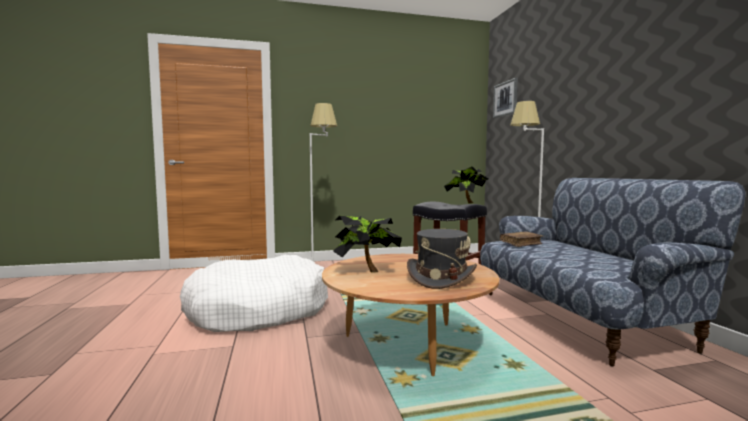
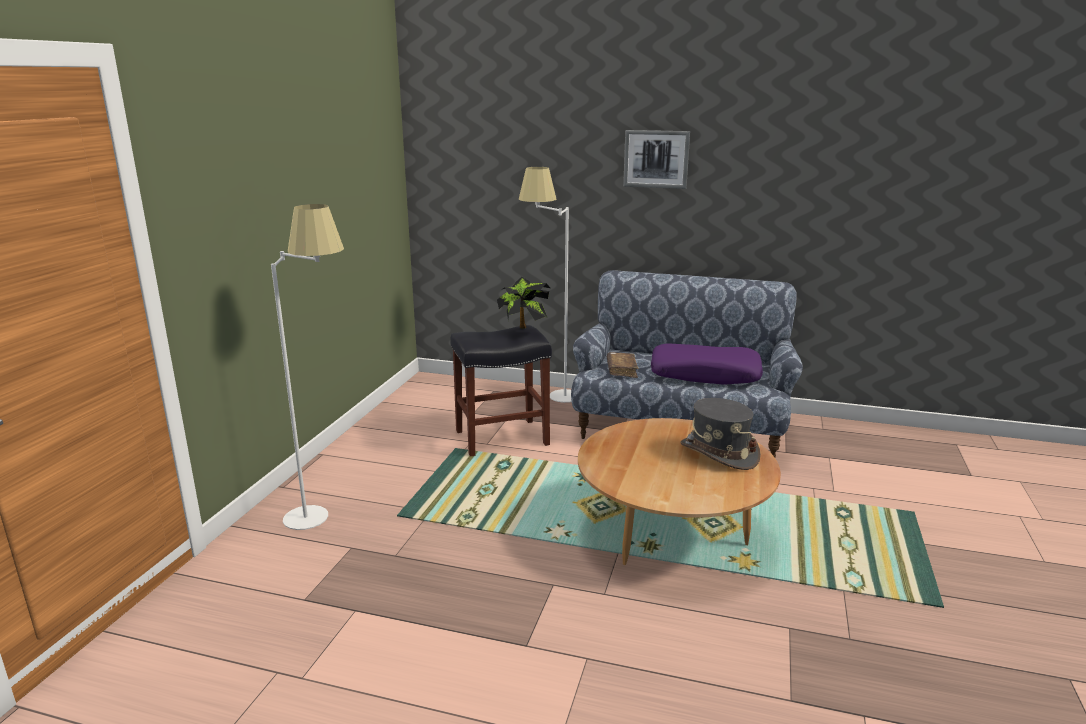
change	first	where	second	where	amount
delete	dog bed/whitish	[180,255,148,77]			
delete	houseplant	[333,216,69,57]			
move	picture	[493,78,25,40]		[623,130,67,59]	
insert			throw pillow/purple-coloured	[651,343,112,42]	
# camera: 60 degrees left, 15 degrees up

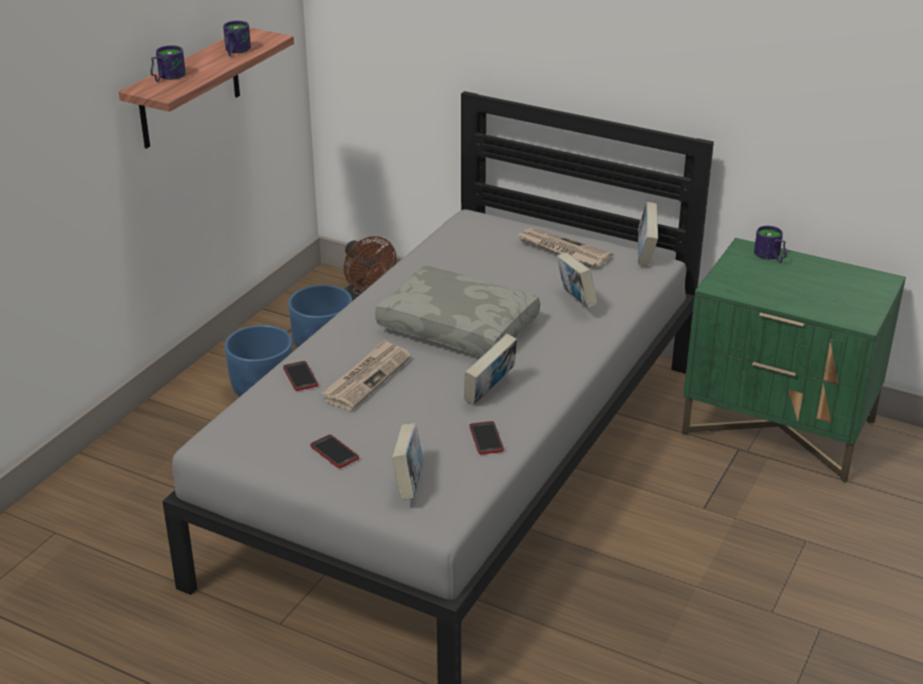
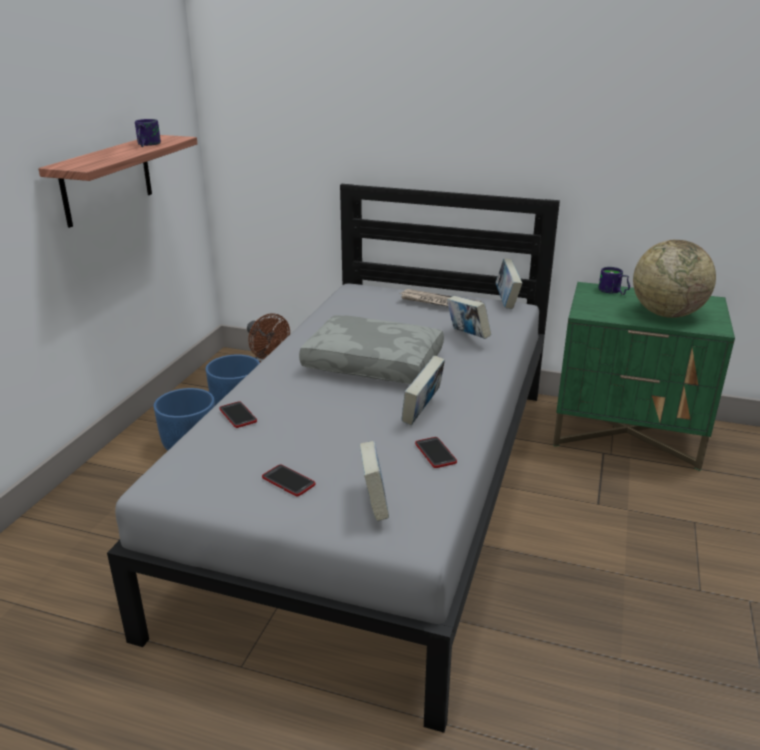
change	first	where	second	where	amount
delete	coffee mug	[150,45,36,37]			
delete	newspaper	[322,339,89,71]			
insert			desk globe	[633,240,83,78]	
# camera: 10 degrees left, 5 degrees down

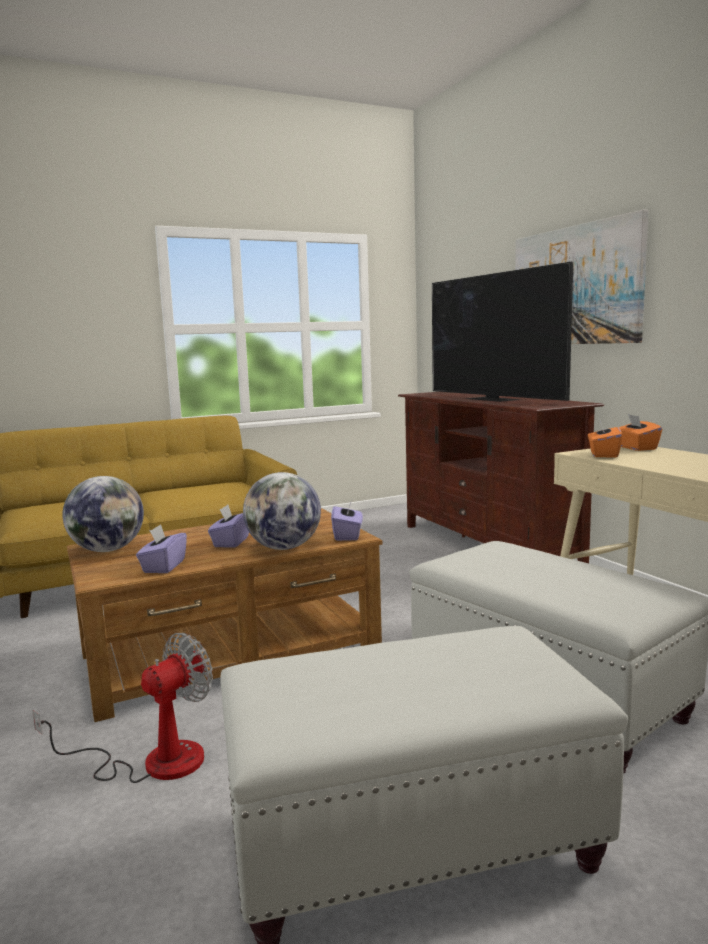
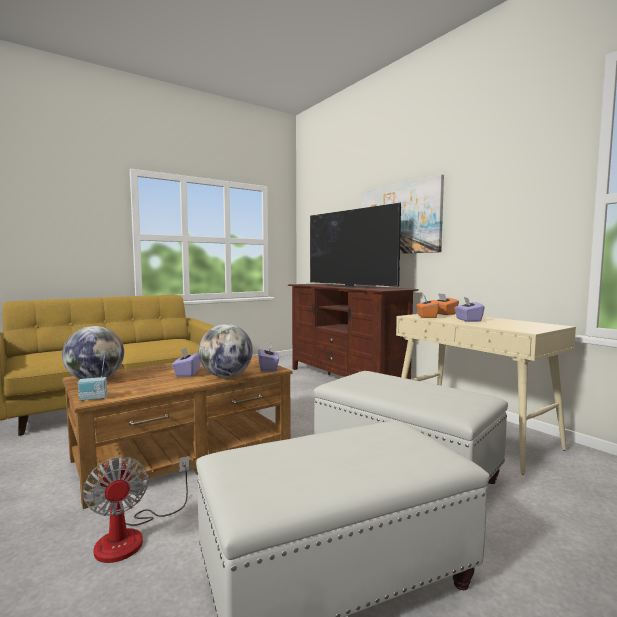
change	first	where	second	where	amount
rotate	cooling fan	[32,633,181,150]		[82,456,107,107]	120 degrees clockwise
move	tissue holder/purple-coloured	[136,524,51,49]		[454,297,31,25]	
insert			radio set	[78,356,29,45]	
# camera: 10 degrees left, 5 degrees down

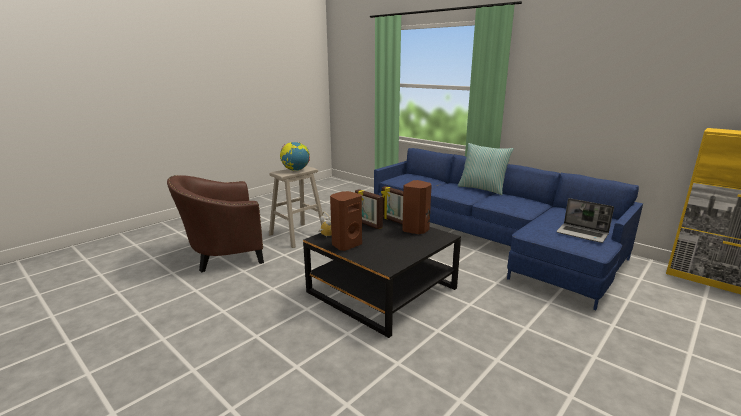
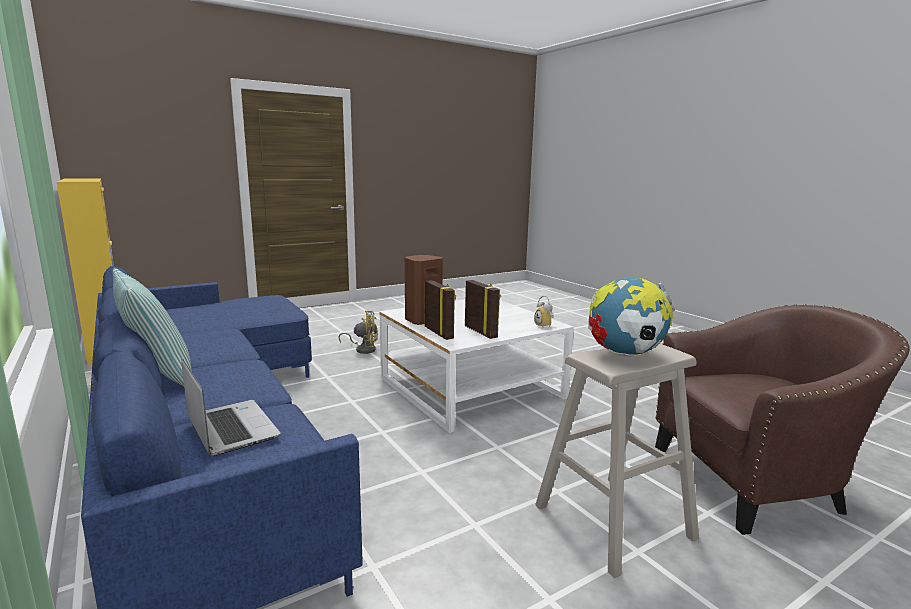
change	first	where	second	where	amount
recolor	coffee table/black-coloured	[303,218,158,120]	coffee table/whitish	[379,299,195,134]	
delete	speaker/brownish	[330,191,32,60]			
move	portable computer	[556,198,58,45]		[181,358,100,98]	
insert			cooling fan/yellow	[339,311,39,43]	
# camera: 165 degrees left, 5 degrees down

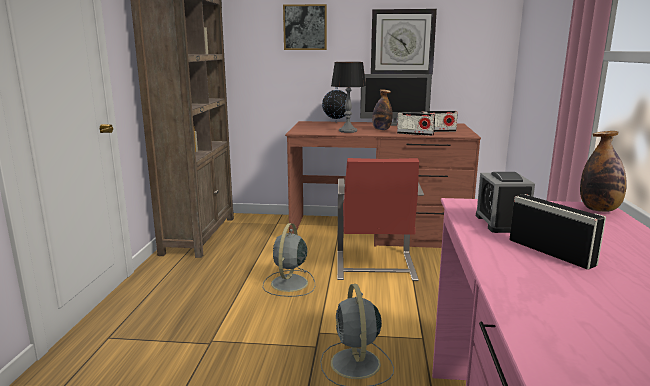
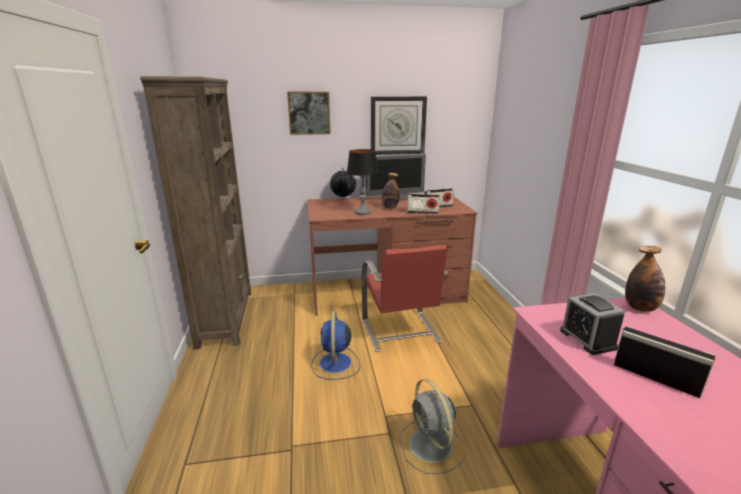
change	first	where	second	where	amount
recolor	cooling fan/grey	[263,223,52,74]	cooling fan/bluish	[311,310,49,70]	
# camera: 15 degrees left, 5 degrees up

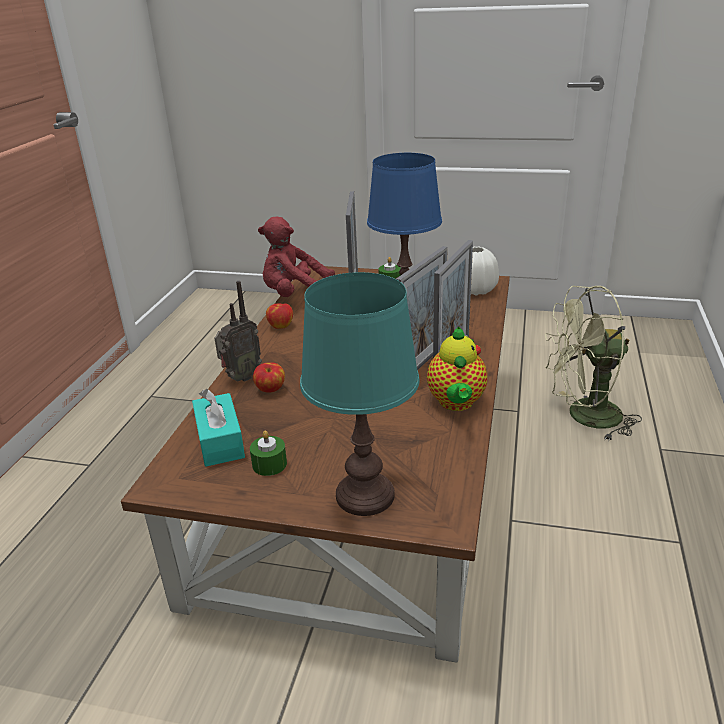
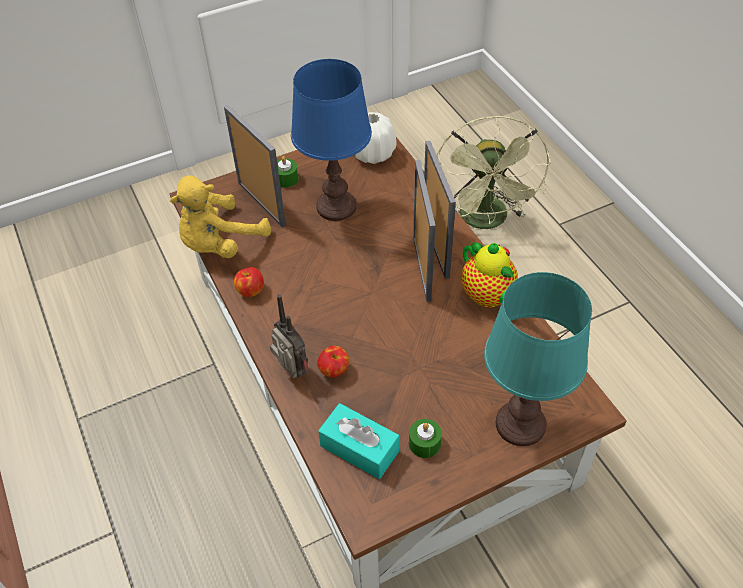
change	first	where	second	where	amount
rotate	radio set	[214,281,48,101]		[270,294,38,85]	45 degrees counterclockwise
recolor	soft toy/red	[258,216,77,81]	soft toy/yellow	[170,175,101,83]	
rotate	cooling fan/green-coloured	[544,286,98,156]		[437,115,114,114]	45 degrees counterclockwise
# camera: 40 degrees left, 20 degrees up

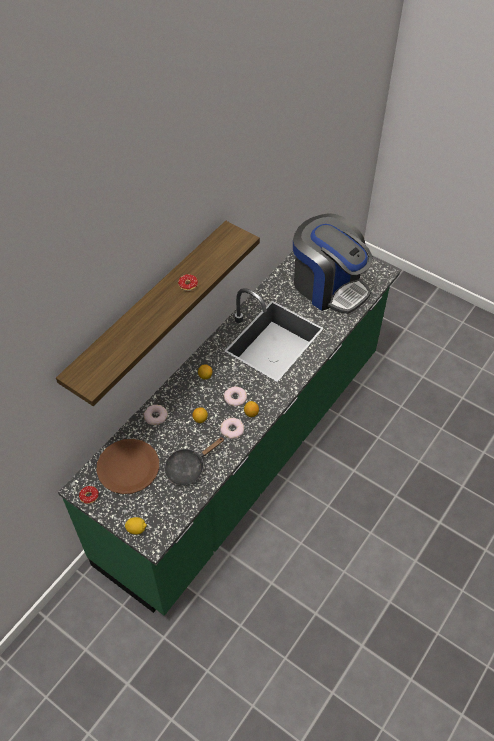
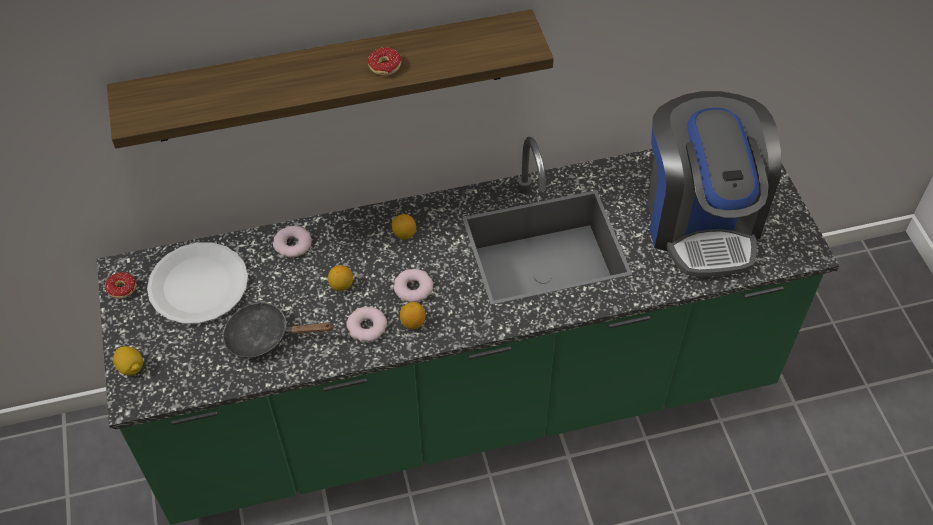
change	first	where	second	where	amount
recolor	dinner plate/brownish	[96,439,63,55]	dinner plate/whitish	[147,242,101,82]	
# camera: 40 degrees right, 0 degrees up

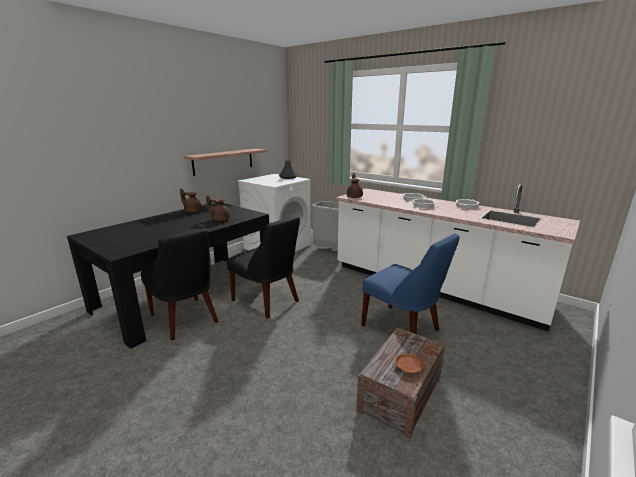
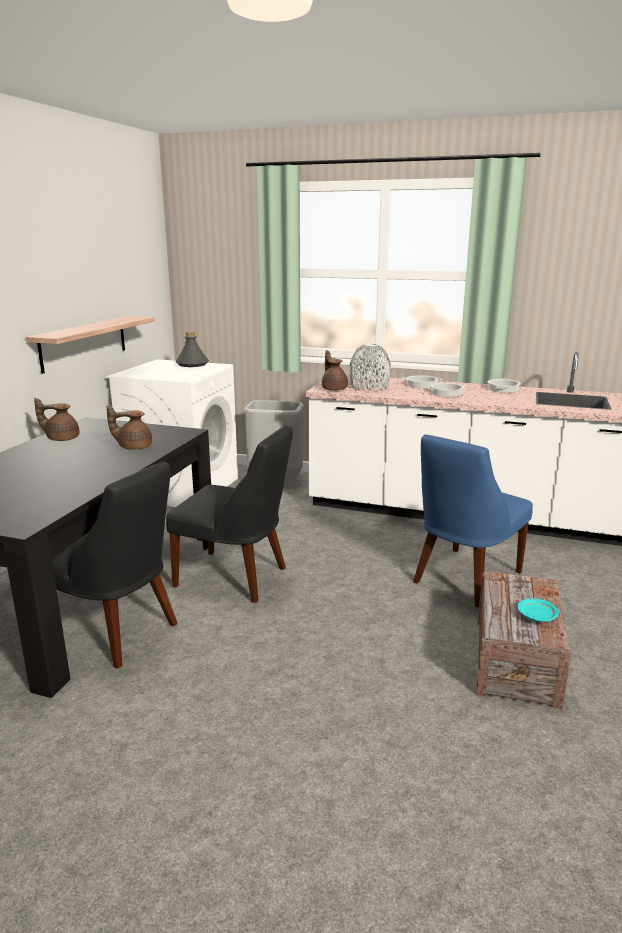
change	first	where	second	where	amount
rotate	plain chair/bluish	[361,233,98,101]		[413,435,120,173]	105 degrees clockwise
recolor	dinner plate/brownish	[395,353,29,20]	dinner plate/turquoise-coloured	[518,598,41,24]	
insert			vase/grey	[350,343,41,48]	
# camera: 20 degrees left, 0 degrees up

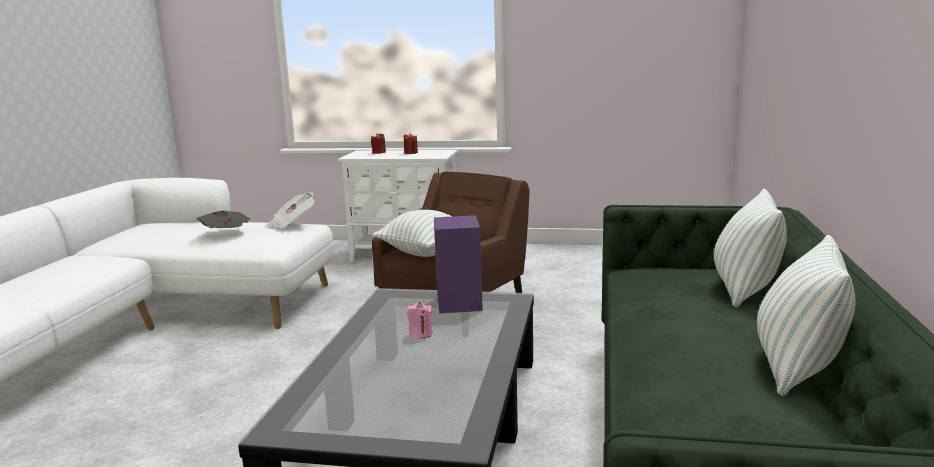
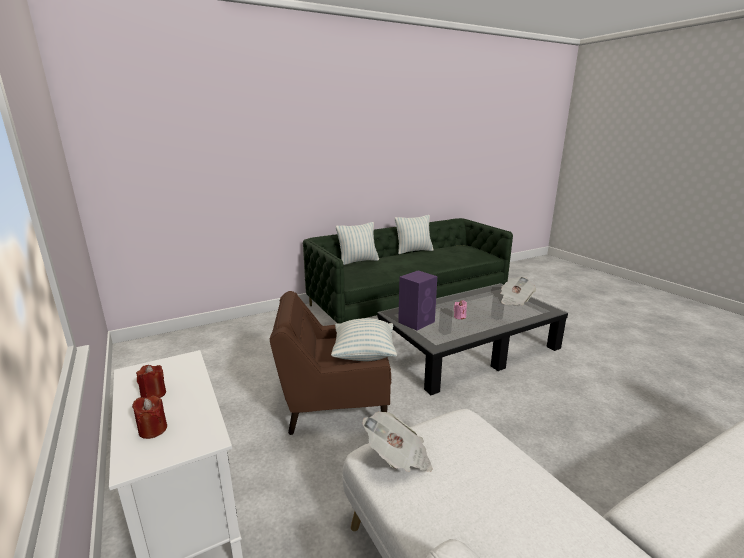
change	first	where	second	where	amount
move	newspaper	[196,211,54,17]		[500,277,36,28]	
# camera: 130 degrees left, 5 degrees up

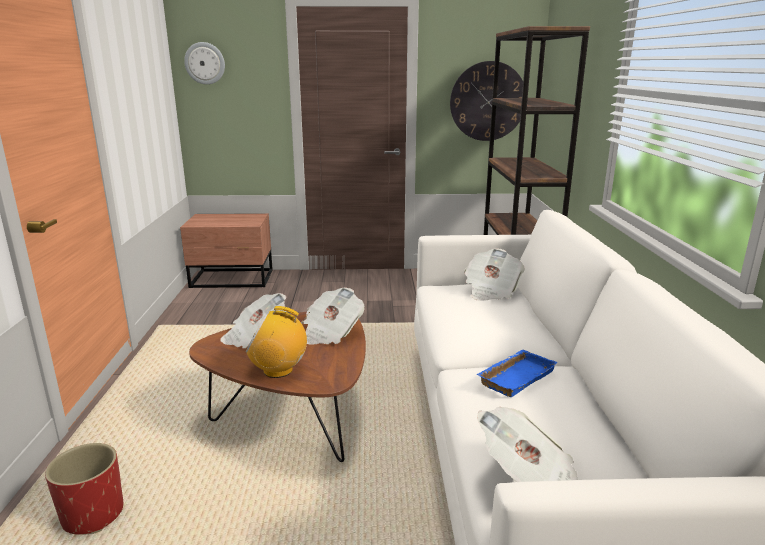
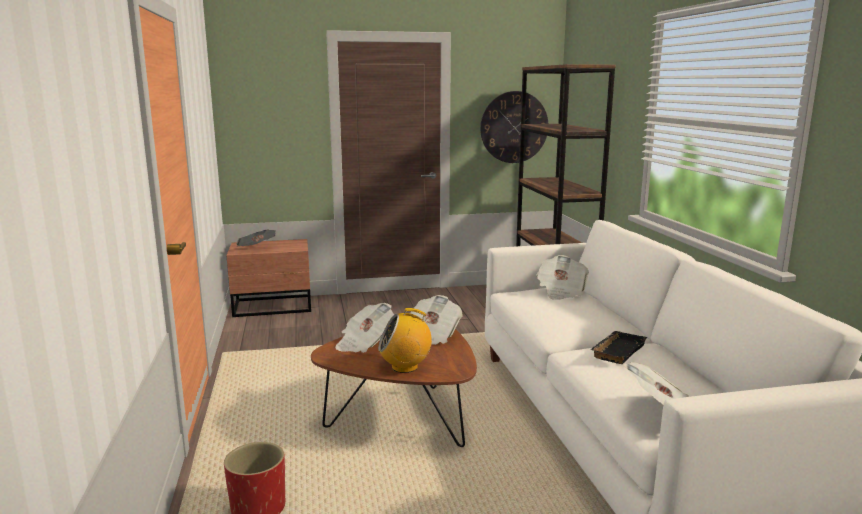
change	first	where	second	where	amount
delete	wall clock	[184,42,41,43]			
recolor	carrying tray/bluish	[476,350,82,47]	carrying tray/black-coloured	[590,331,57,33]	
insert			newspaper	[236,230,40,16]	
# camera: 10 degrees left, 5 degrees down

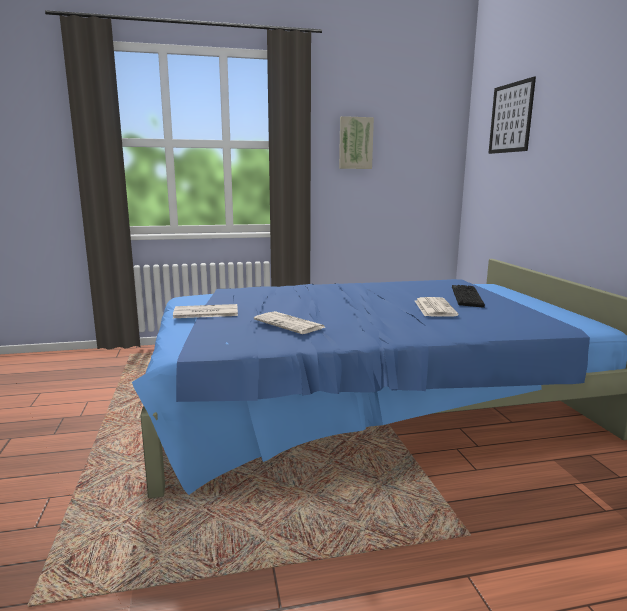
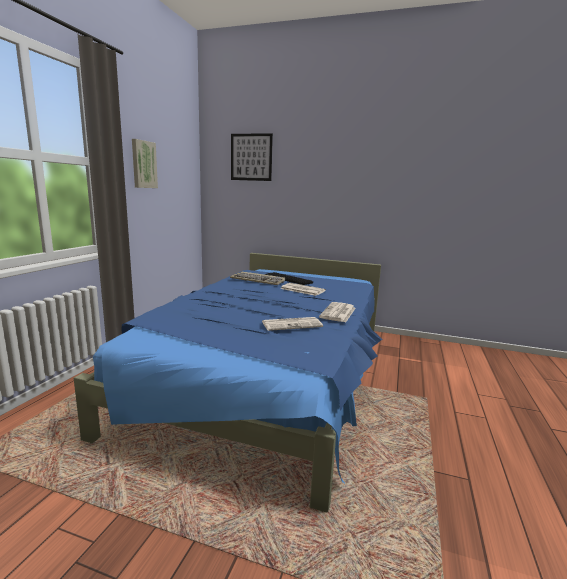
change	first	where	second	where	amount
move	newspaper	[173,304,65,14]		[319,302,37,20]	
insert			computer keyboard	[230,272,55,13]	
# camera: 60 degrees left, 0 degrees up

